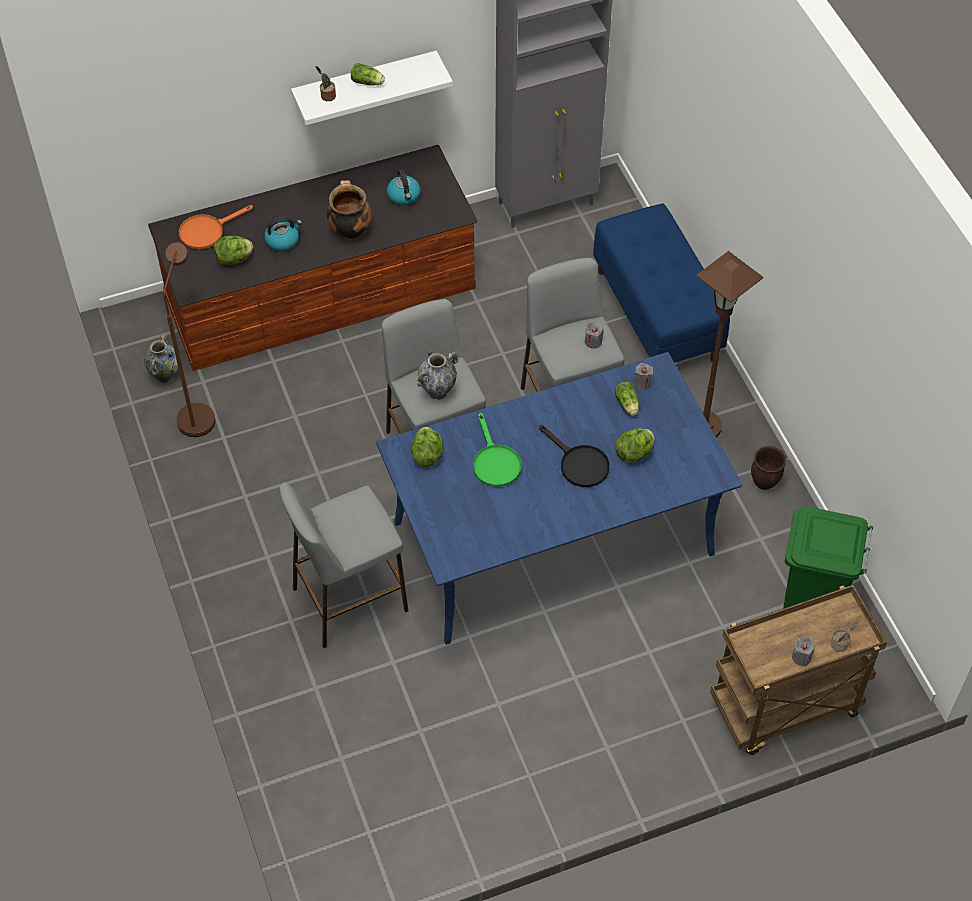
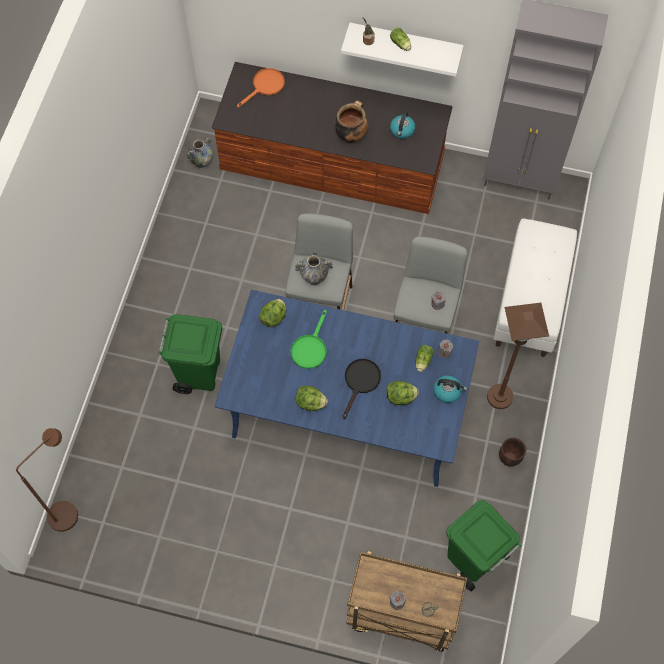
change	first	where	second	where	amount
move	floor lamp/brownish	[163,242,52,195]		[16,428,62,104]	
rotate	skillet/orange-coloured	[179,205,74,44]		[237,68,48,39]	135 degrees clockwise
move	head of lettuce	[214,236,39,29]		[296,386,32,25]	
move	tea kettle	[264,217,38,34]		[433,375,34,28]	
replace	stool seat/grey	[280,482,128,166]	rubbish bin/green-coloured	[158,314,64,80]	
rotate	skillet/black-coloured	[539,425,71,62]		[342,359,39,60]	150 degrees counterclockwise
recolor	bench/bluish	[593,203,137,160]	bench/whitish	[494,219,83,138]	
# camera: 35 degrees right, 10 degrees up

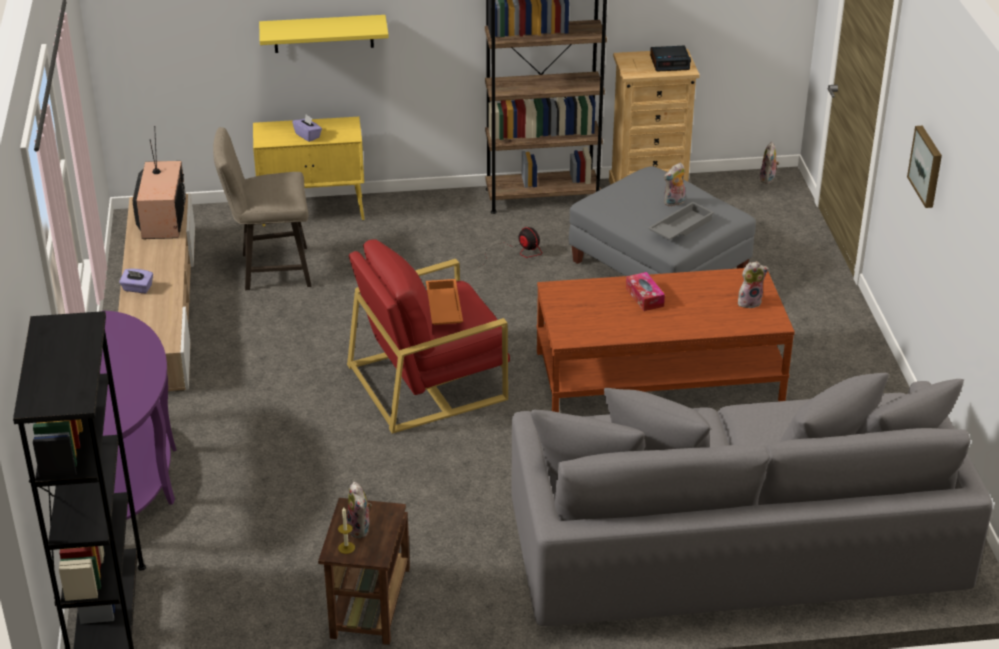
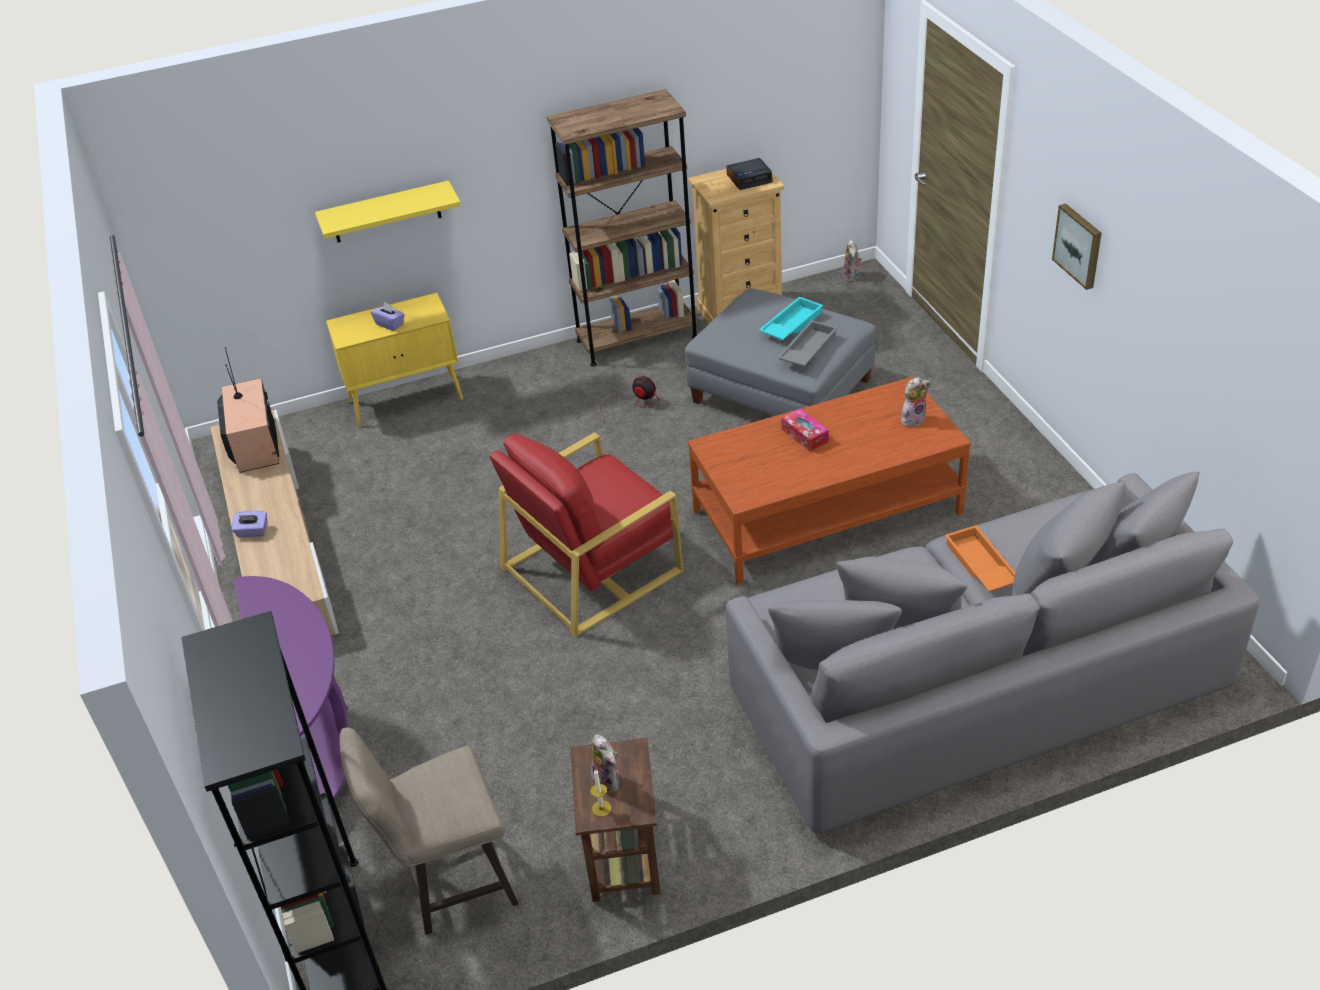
change	first	where	second	where	amount
move	stool seat/beige	[213,127,99,163]		[340,728,179,207]	
move	carrying tray/orange-coloured	[426,279,37,46]		[945,525,70,67]	
replace	soft toy	[664,163,21,44]	carrying tray/turquoise-coloured	[759,297,64,43]	
# camera: 10 degrees left, 5 degrees up

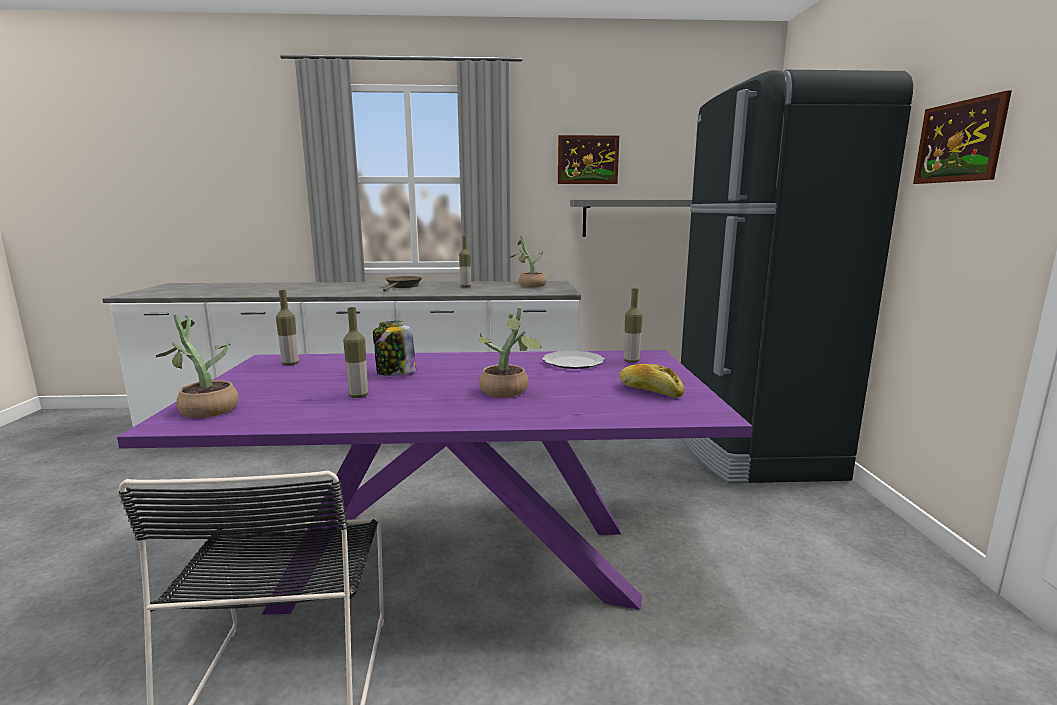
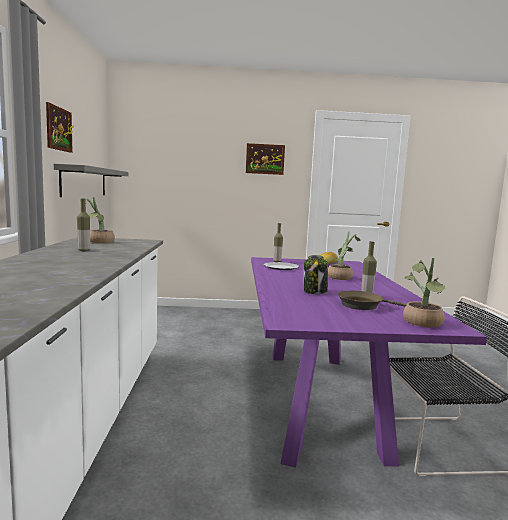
change	first	where	second	where	amount
delete	bottle	[276,290,23,76]			
move	skillet/brownish	[383,276,39,16]		[337,290,70,20]	
delete	kitchen fridge/black-coloured	[681,70,232,414]			
# camera: 90 degrees left, 5 degrees down

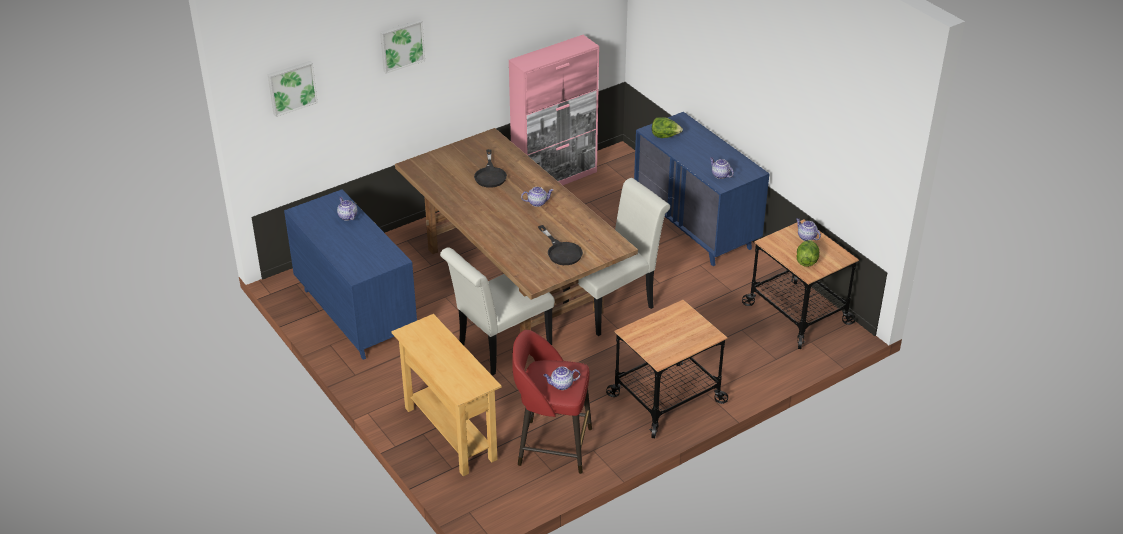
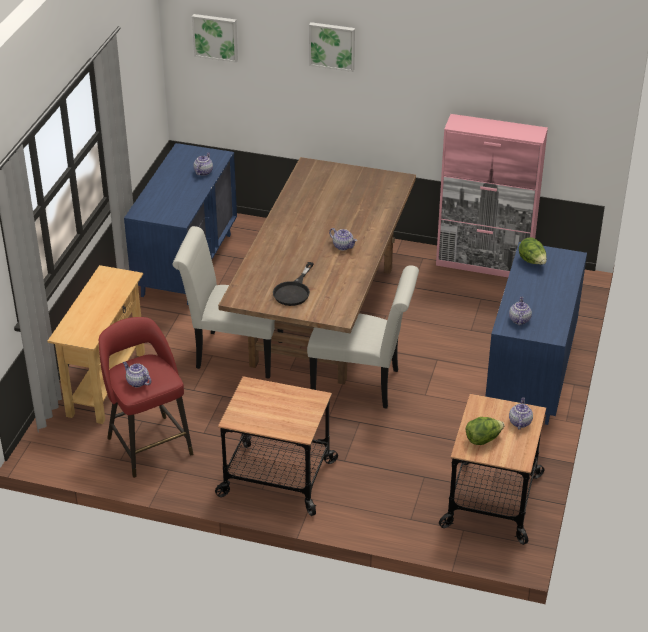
change	first	where	second	where	amount
delete	skillet/black-coloured	[474,149,33,39]			
# camera: 50 degrees right, 0 degrees up

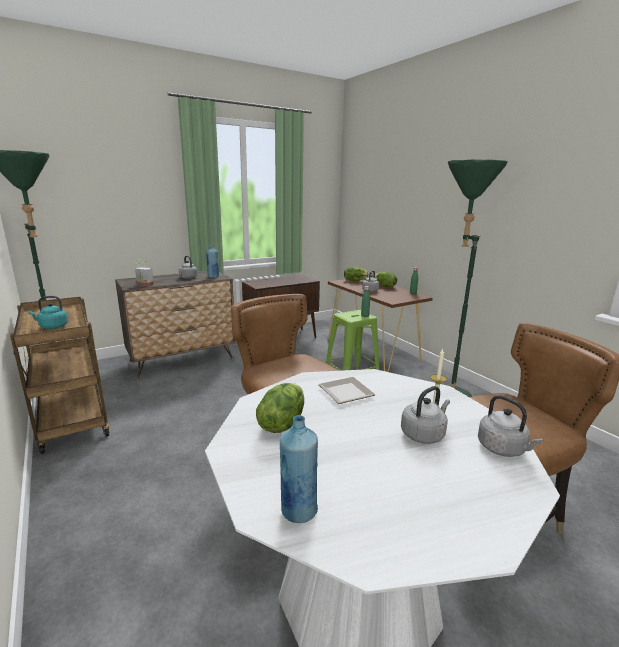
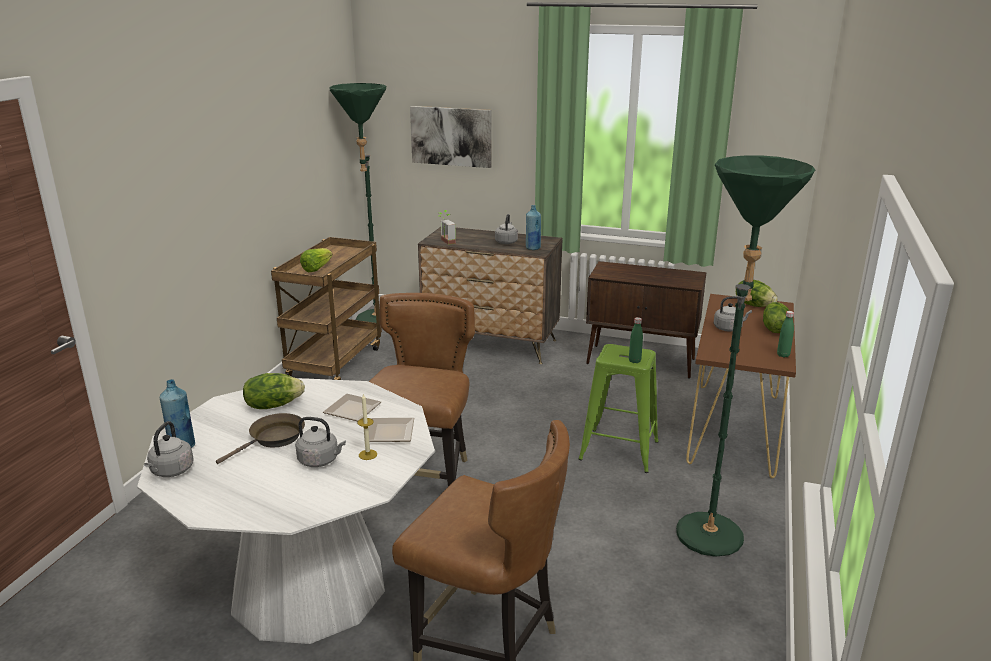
change	first	where	second	where	amount
replace	tea kettle/turquoise-coloured	[28,296,40,33]	head of lettuce	[300,248,33,24]	
move	tea kettle/grey	[478,395,65,62]		[144,421,49,56]	
insert			skillet/brownish	[216,413,89,51]	
insert			dinner plate	[368,418,46,24]	
insert			picture	[410,106,82,62]	
# camera: 50 degrees right, 5 degrees up

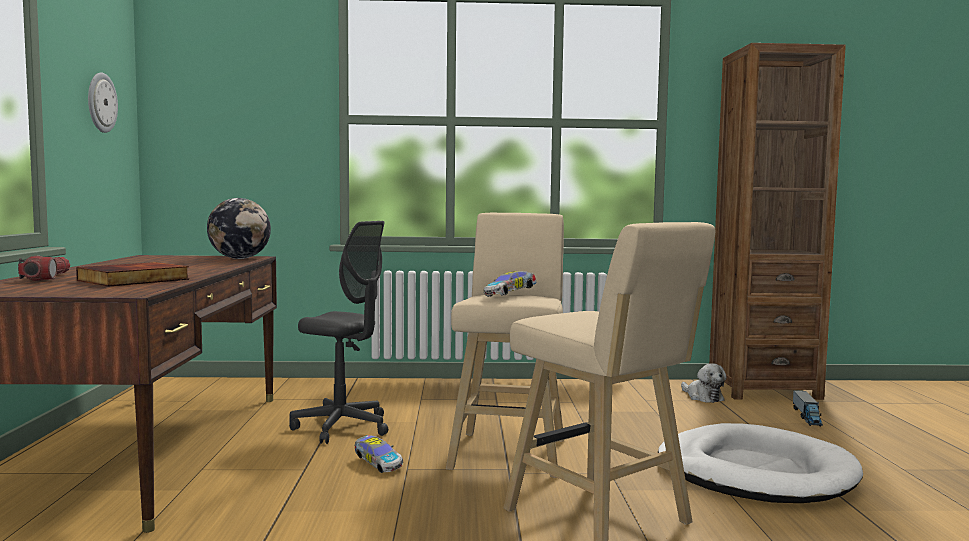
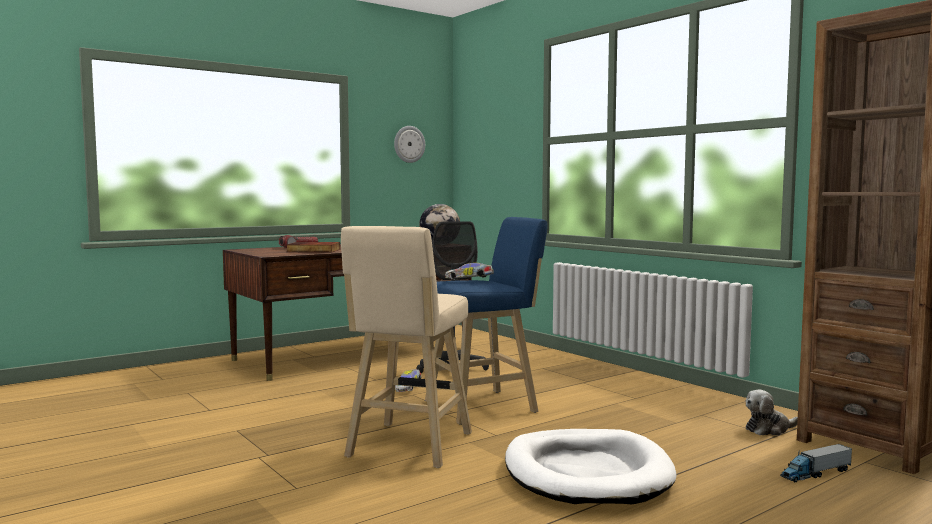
change	first	where	second	where	amount
recolor	stool seat/beige	[446,213,118,265]	stool seat/bluish	[425,217,122,208]	
rotate	soft toy	[681,363,46,40]		[746,390,52,45]	45 degrees clockwise
# camera: 55 degrees right, 0 degrees up

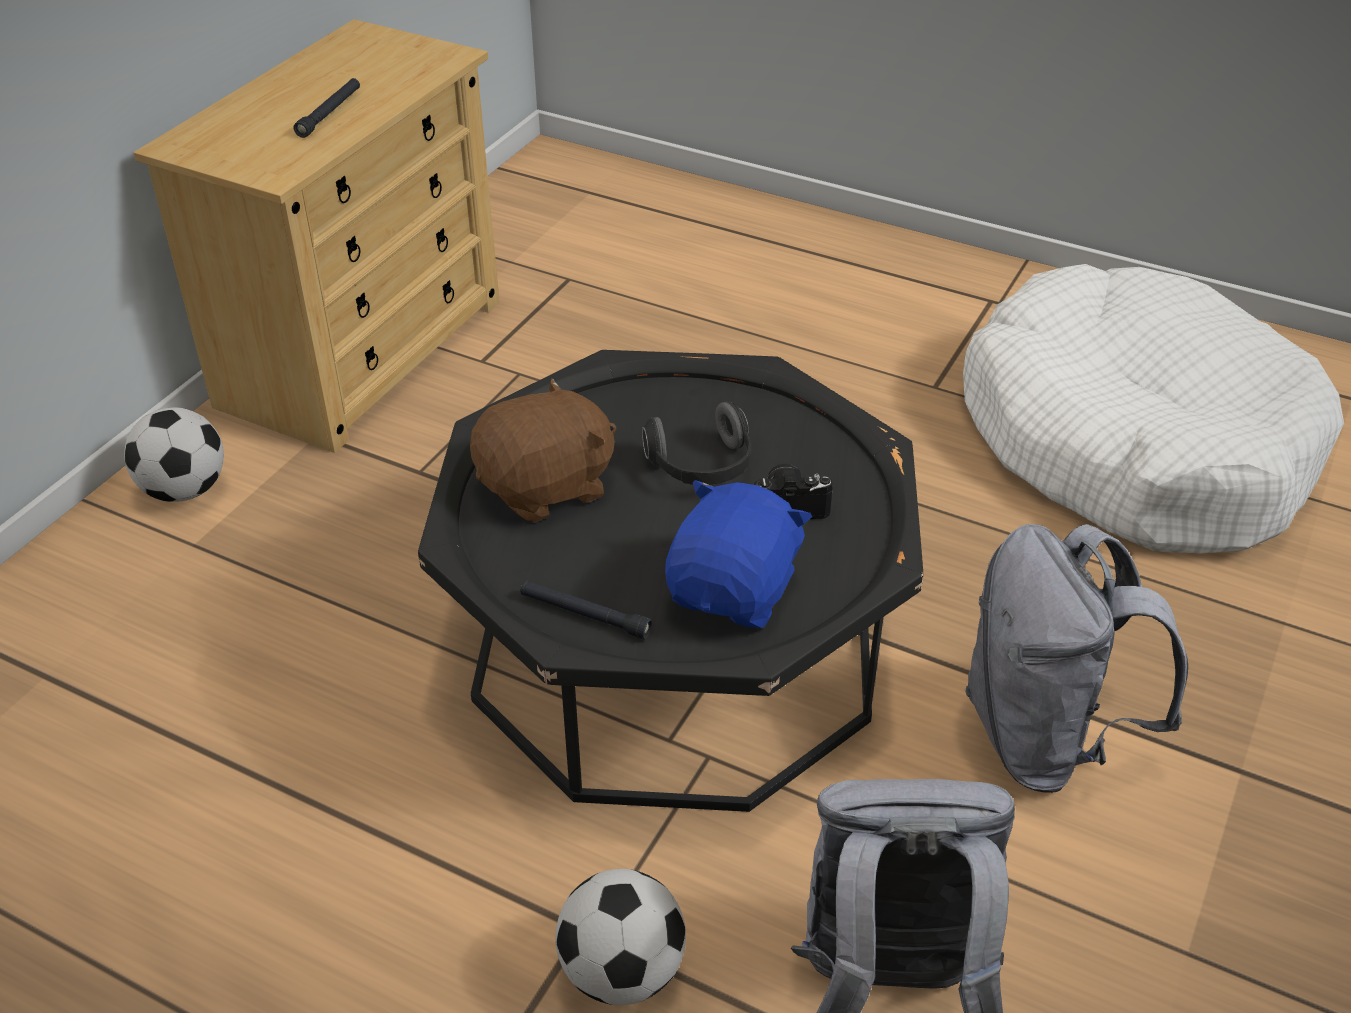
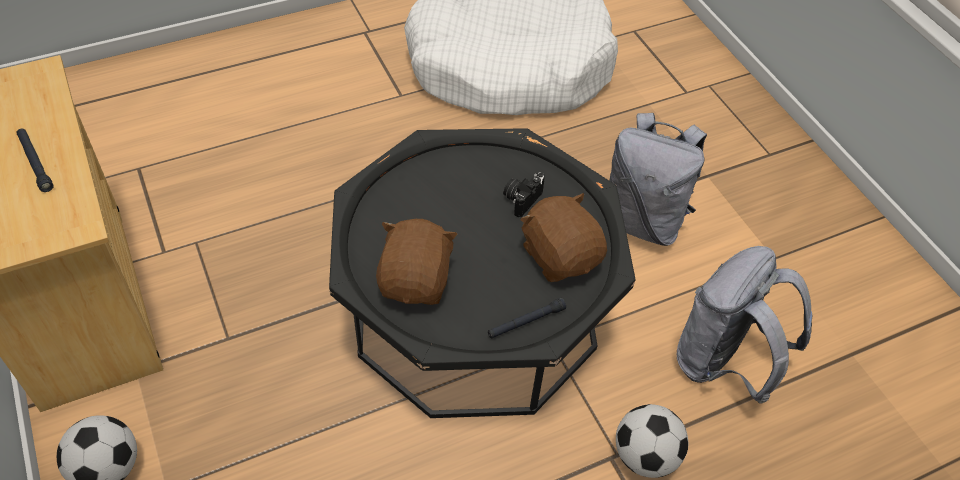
change	first	where	second	where	amount
delete	pair of headphones	[642,401,109,84]			
recolor	soft toy/bluish	[665,480,147,148]	soft toy/brownish	[521,193,86,89]	
# camera: 55 degrees left, 10 degrees up

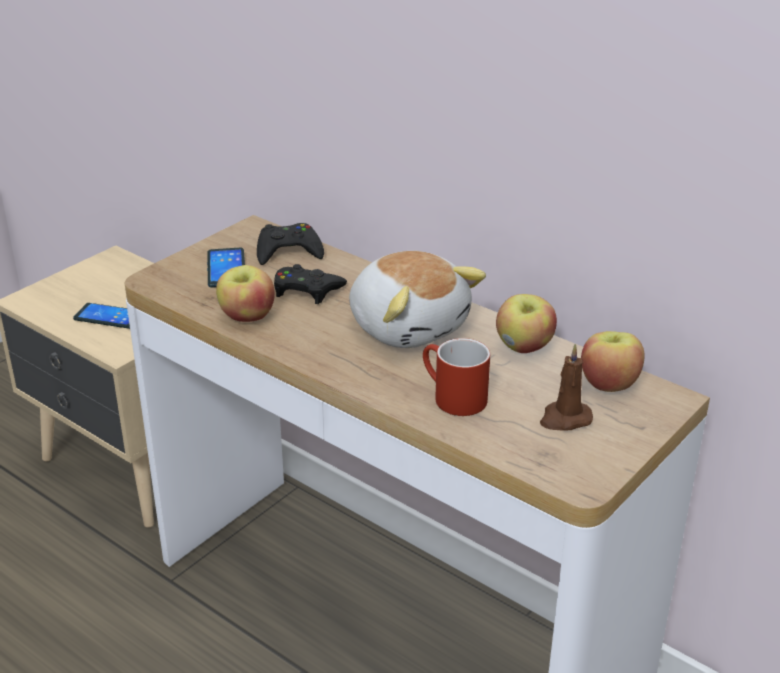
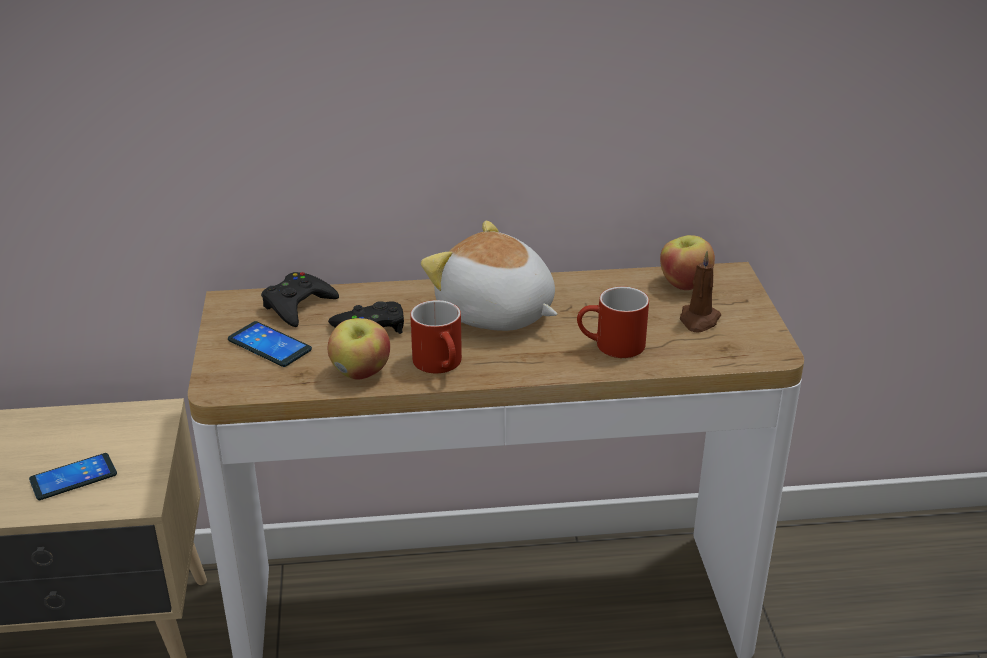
change	first	where	second	where	amount
rotate	soft toy	[349,251,137,97]		[421,220,137,111]	150 degrees counterclockwise
delete	apple	[496,294,61,59]			
insert			coffee mug/red	[410,300,52,73]	
# camera: 45 degrees left, 0 degrees up

